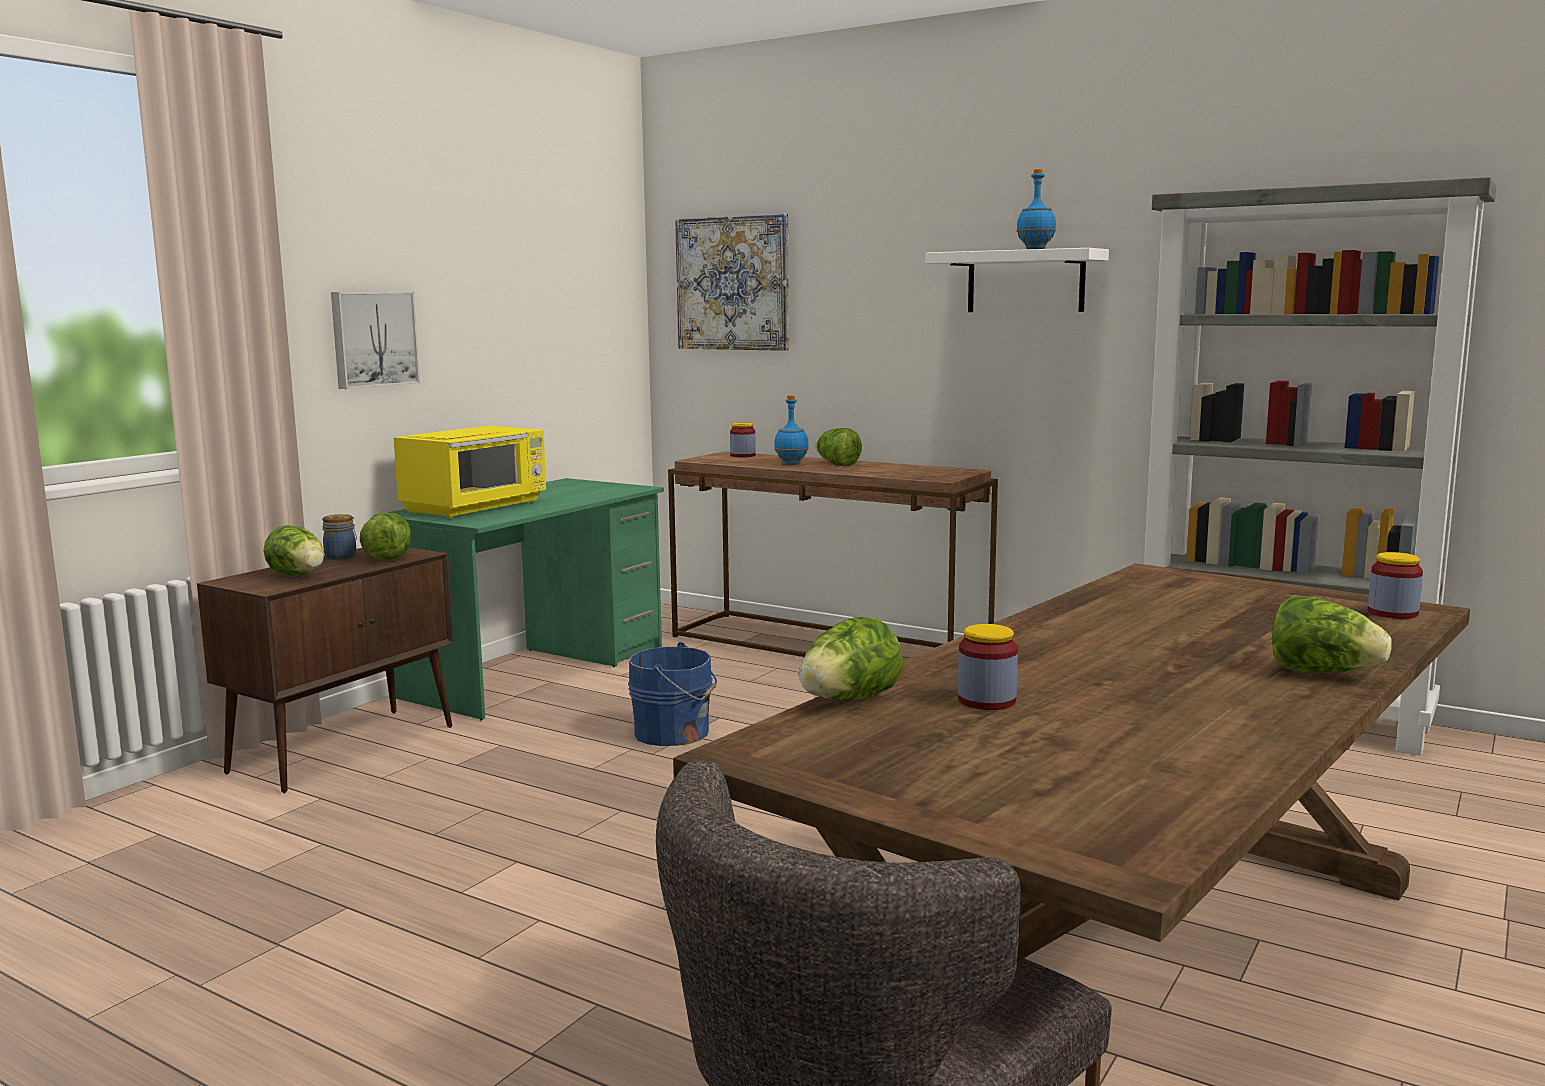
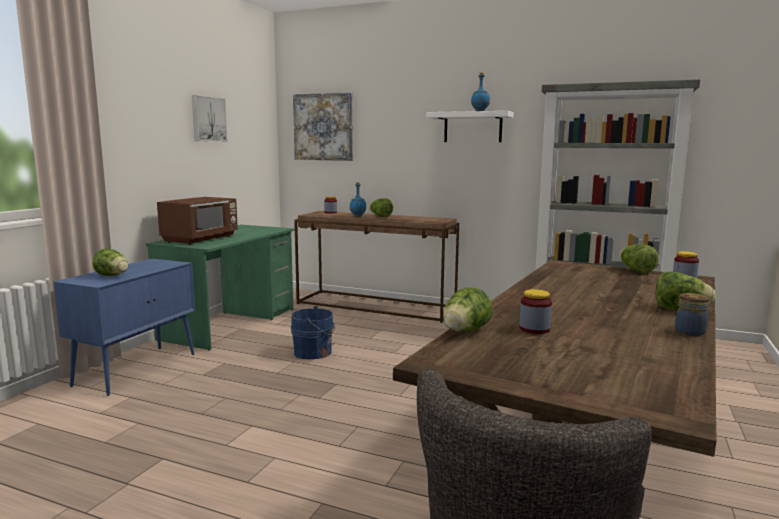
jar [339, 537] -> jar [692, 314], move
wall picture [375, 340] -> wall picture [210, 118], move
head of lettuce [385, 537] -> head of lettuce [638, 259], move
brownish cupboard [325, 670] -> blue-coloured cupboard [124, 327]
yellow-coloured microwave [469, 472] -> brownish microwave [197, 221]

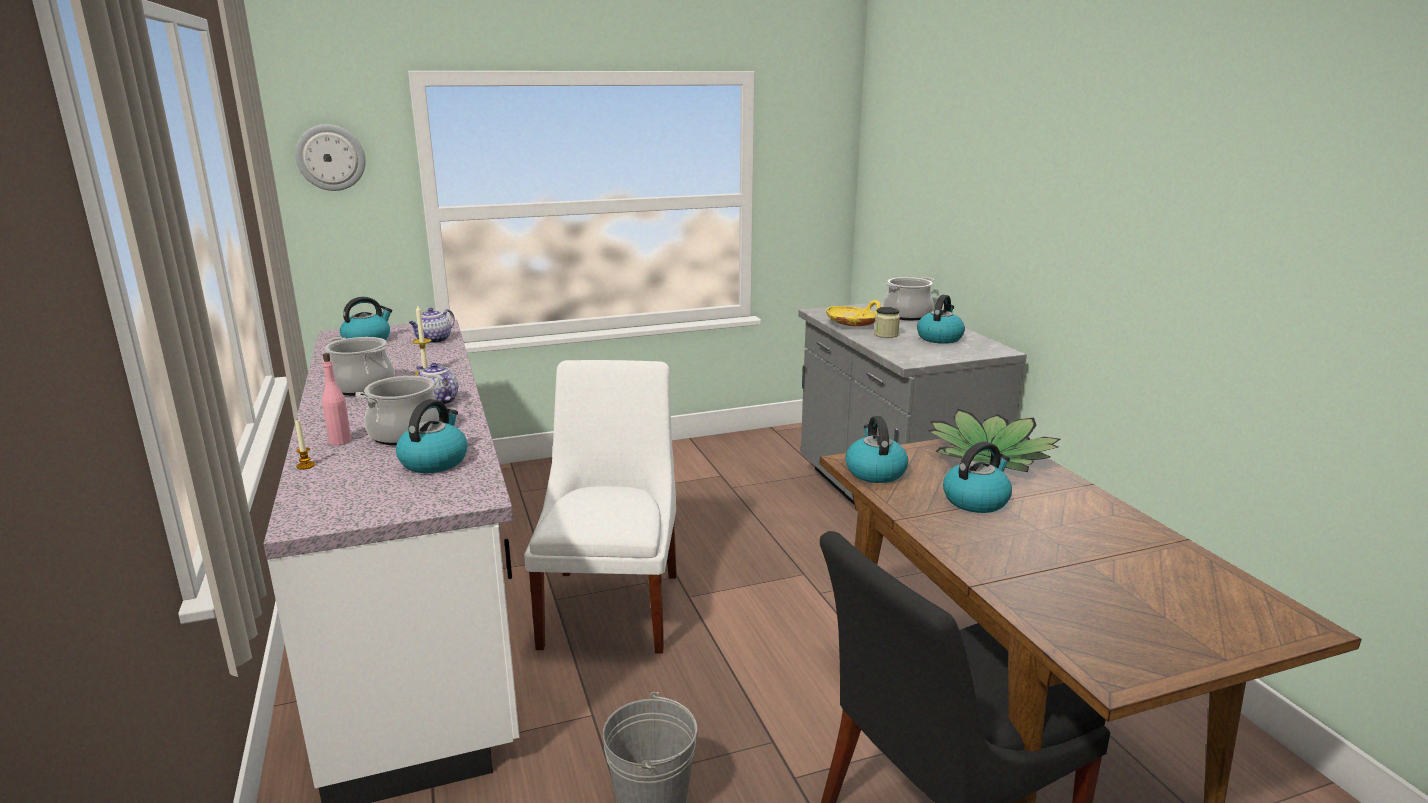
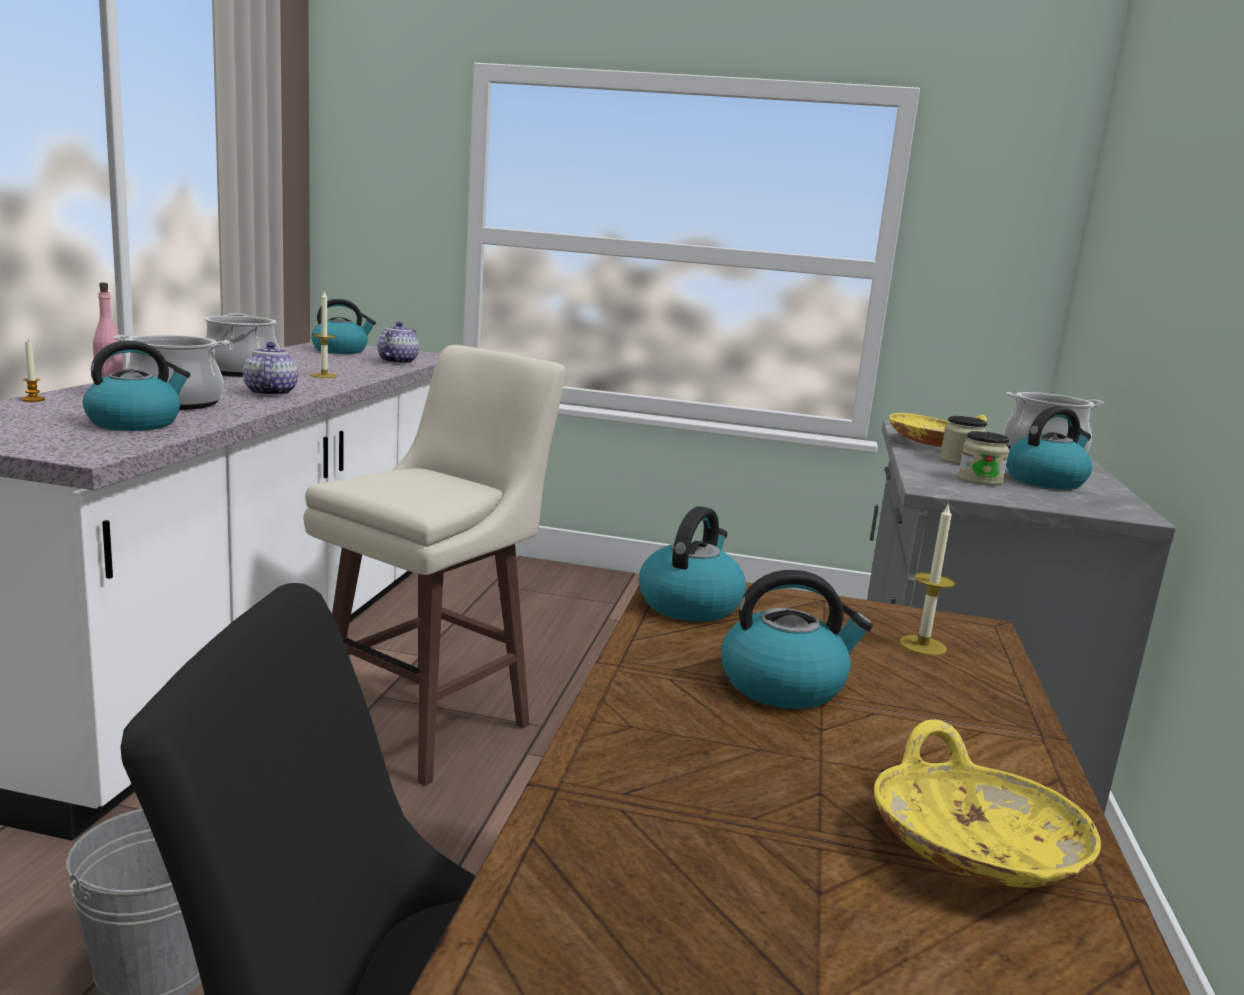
wall clock [330, 157] -> none
none -> yellow-coloured deep dish [987, 803]
none -> jar [983, 458]
white-coloured chair [600, 507] -> beige-coloured stool seat [435, 565]
potted plant [993, 440] -> wax light [927, 579]
tea pot [432, 325] -> tea pot [398, 343], 135 degrees clockwise

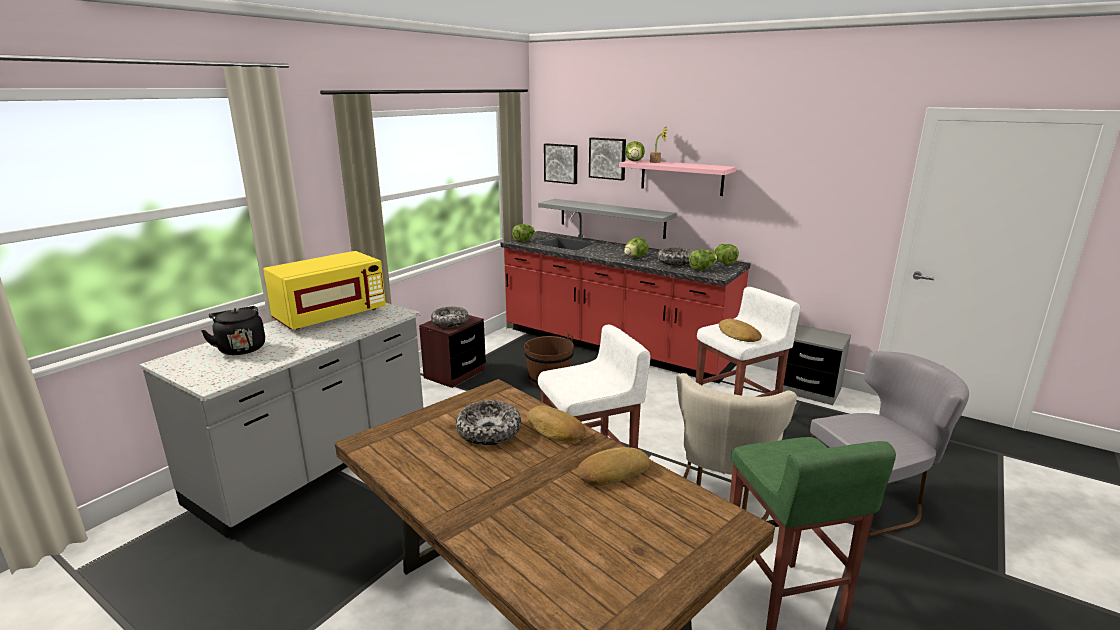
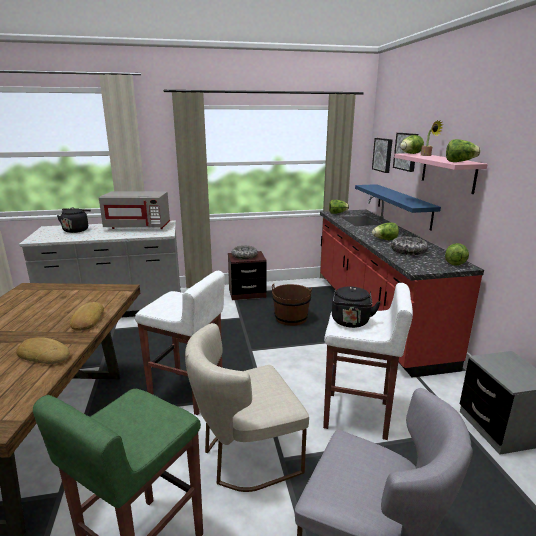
deep dish [488, 422] -> none
head of lettuce [703, 260] -> head of lettuce [463, 150], move
bakery bread [740, 330] -> black-coloured water kettle [356, 307]
yellow-coloured microwave [324, 290] -> greyish microwave [134, 210]
greyish wall shelf [607, 219] -> blue-coloured wall shelf [398, 207]

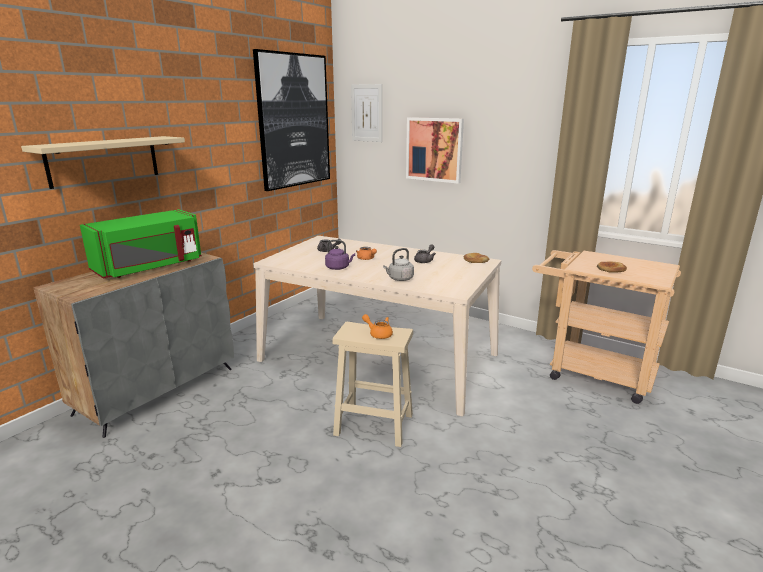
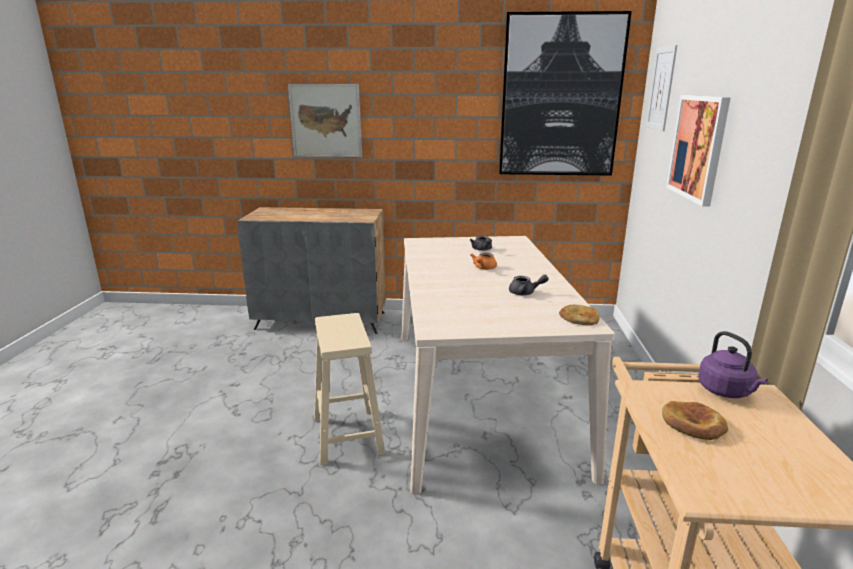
greenish microwave [140, 244] -> none
orangey tea pot [377, 326] -> none
greyish water kettle [398, 264] -> none
purple-coloured water kettle [340, 255] -> purple-coloured water kettle [733, 364], move
beige-coloured wall shelf [103, 162] -> wall picture [325, 120]

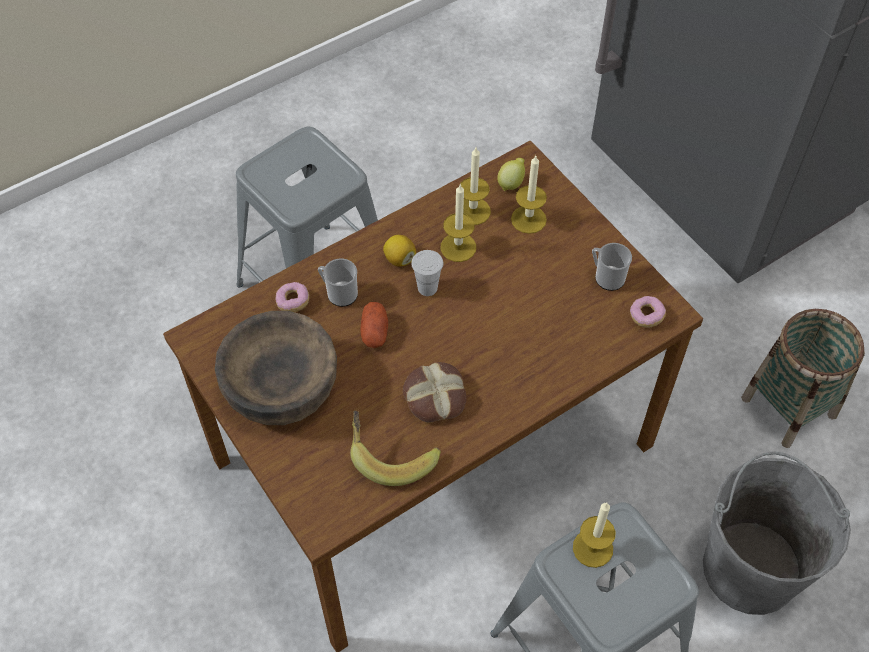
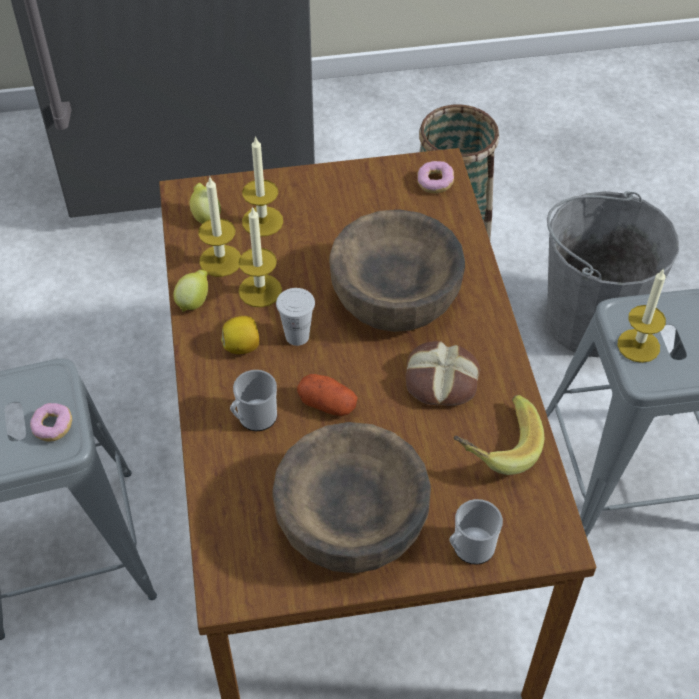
none -> citrus fruit [190, 291]
none -> brownish deep dish [397, 271]
ring doughnut [292, 297] -> ring doughnut [51, 422], move
mug [612, 267] -> mug [476, 531], move

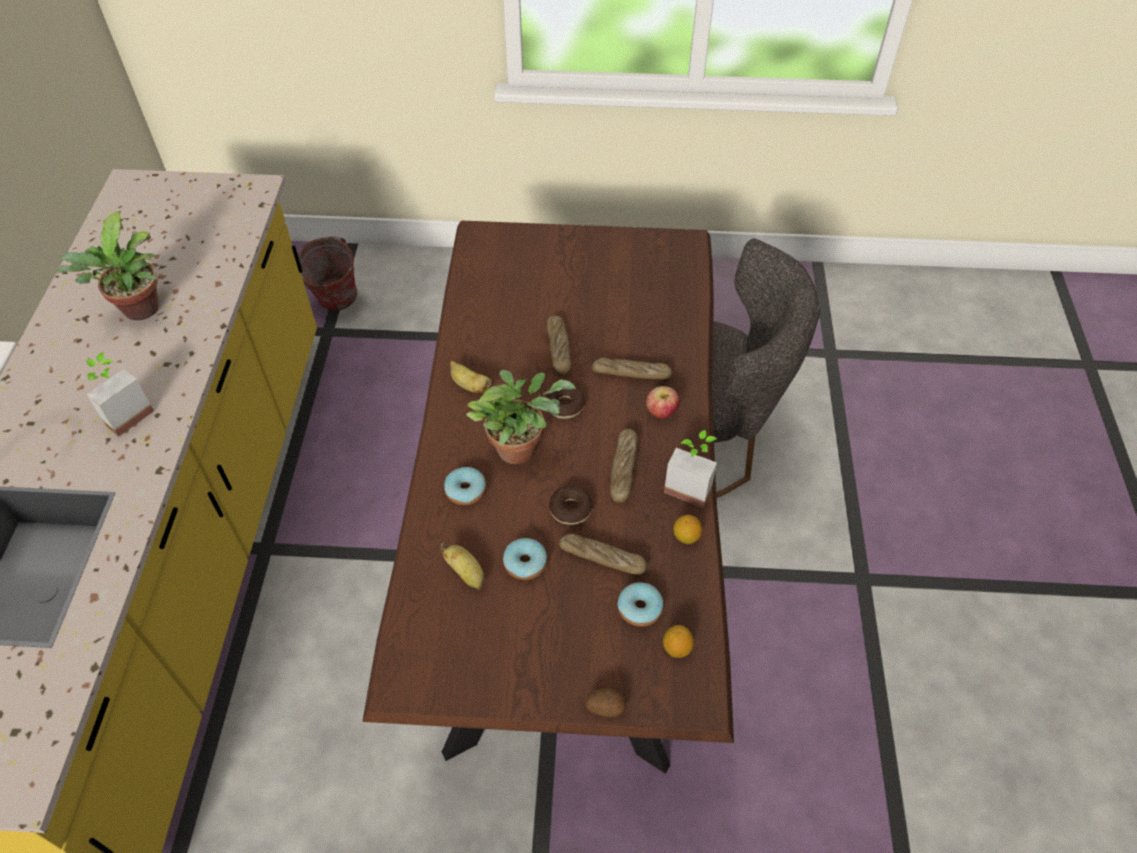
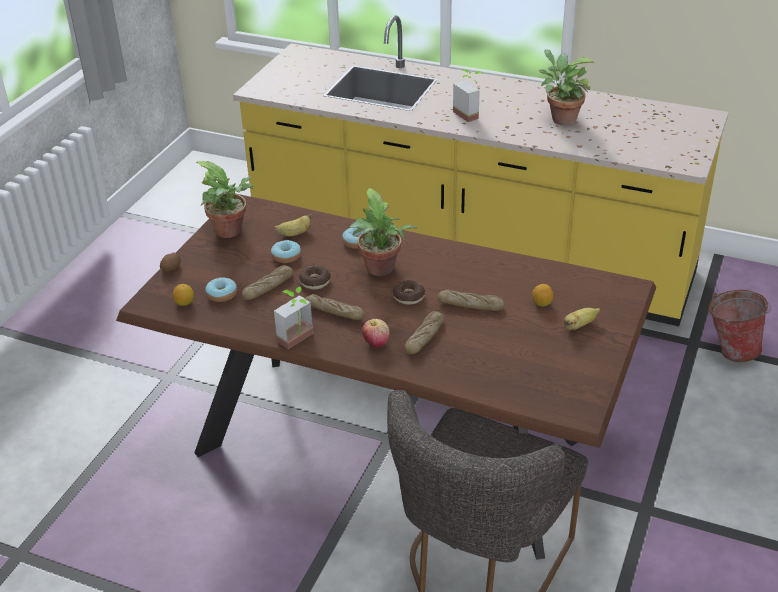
none -> potted plant [224, 199]
banana fruit [471, 377] -> banana fruit [582, 319], move
citrus fruit [687, 529] -> citrus fruit [542, 295], move

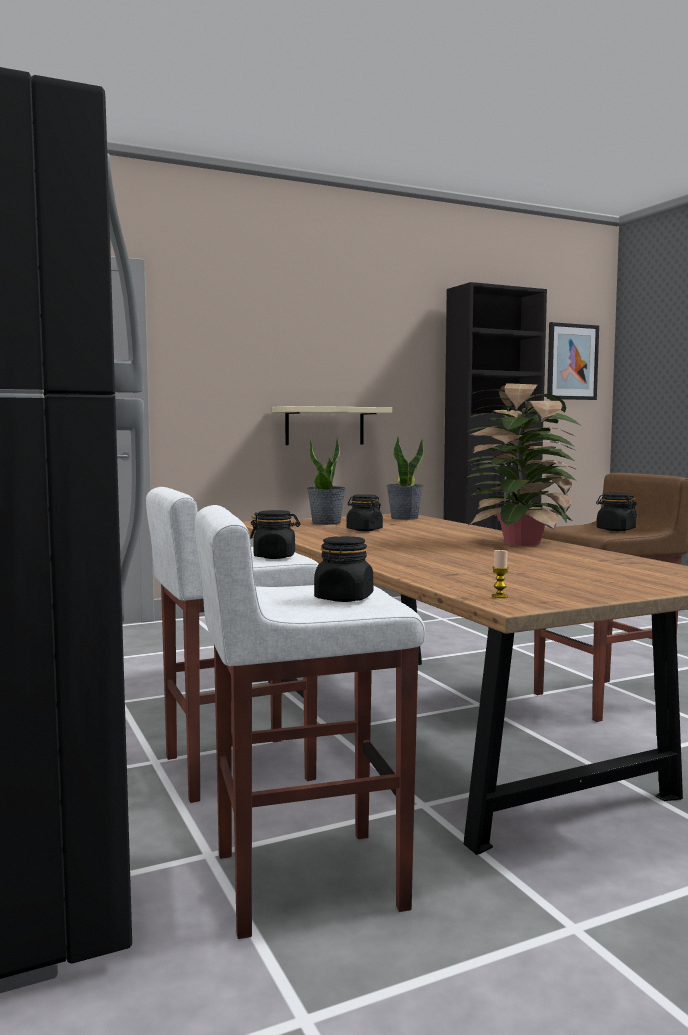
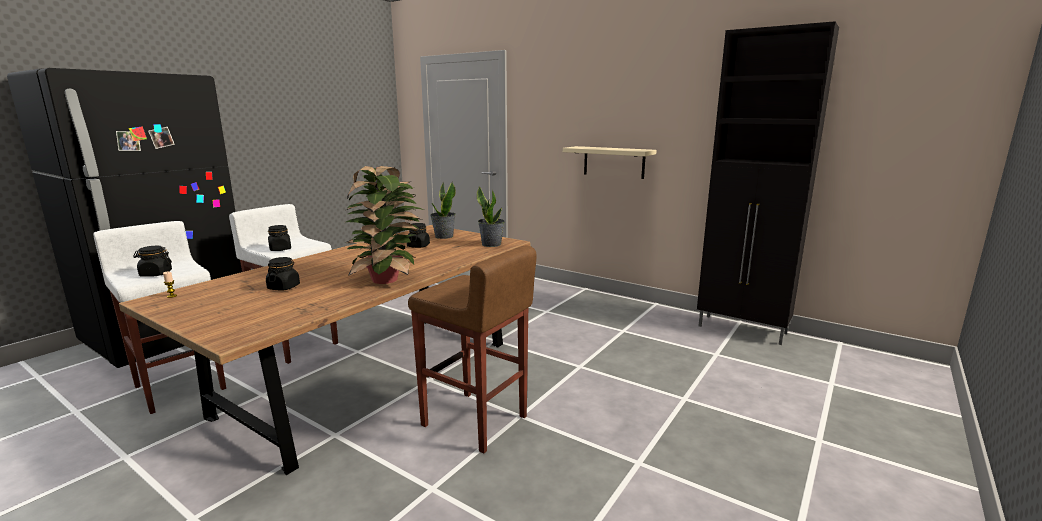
wall picture [573, 361] -> none
black-coloured jar [616, 512] -> black-coloured jar [283, 273], move

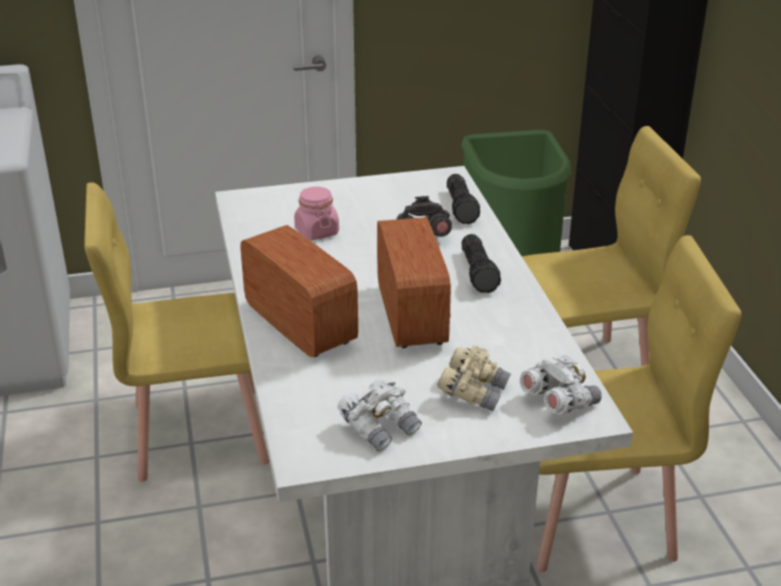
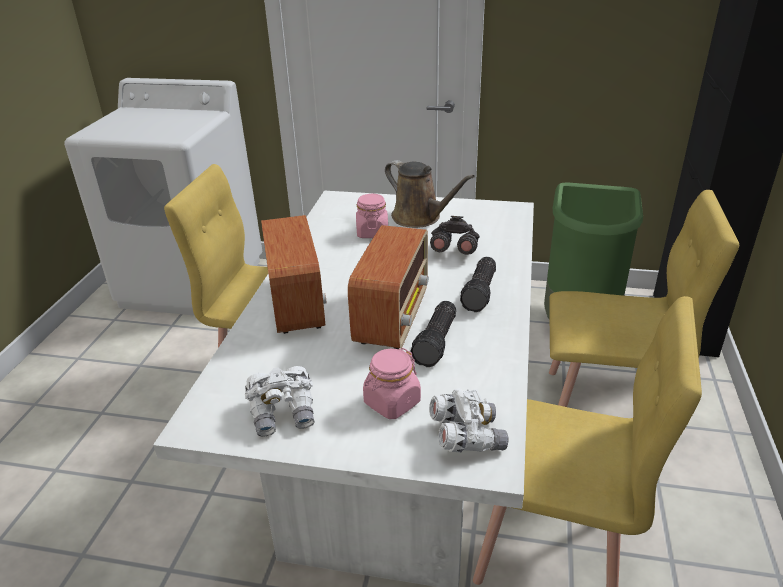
none -> brownish watering pot [430, 194]
torch [463, 199] -> torch [433, 334], move
beige-coloured binoculars [474, 378] -> pink-coloured jar [392, 383]

